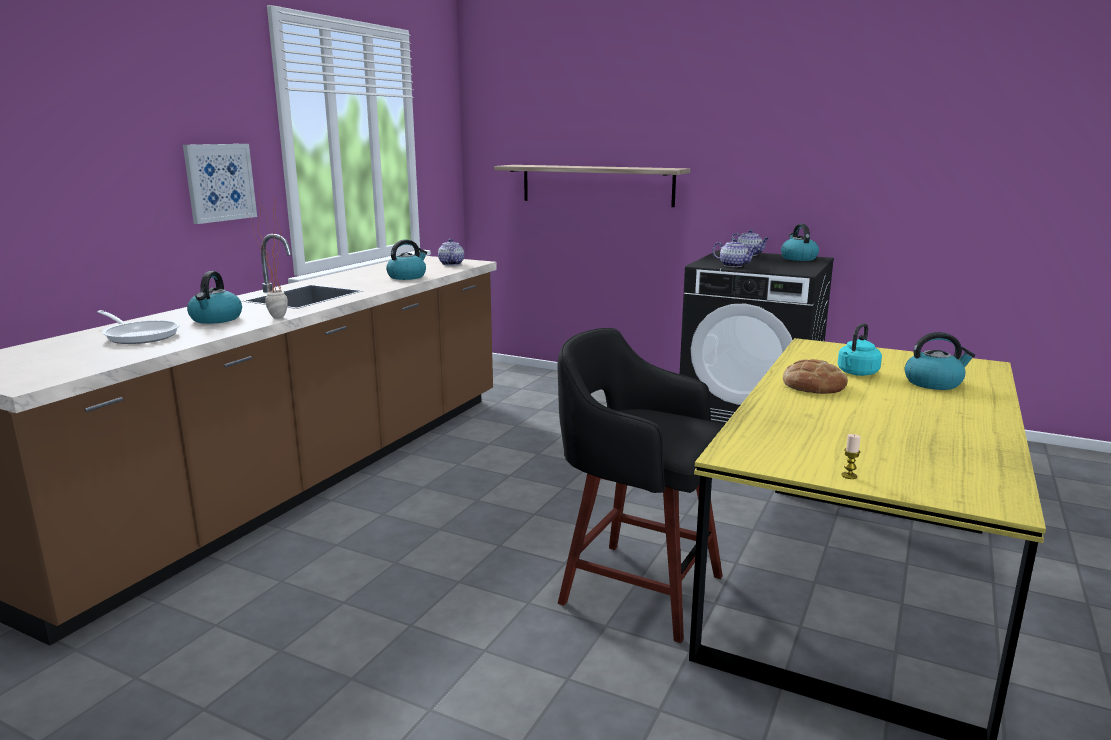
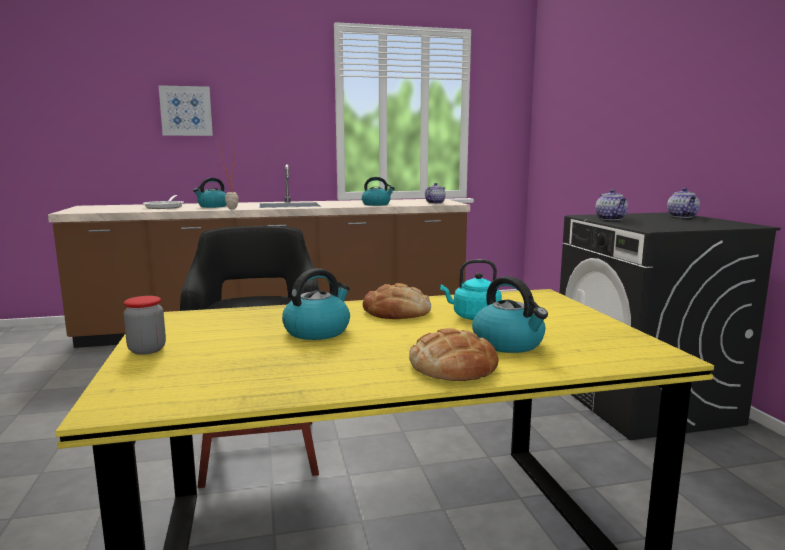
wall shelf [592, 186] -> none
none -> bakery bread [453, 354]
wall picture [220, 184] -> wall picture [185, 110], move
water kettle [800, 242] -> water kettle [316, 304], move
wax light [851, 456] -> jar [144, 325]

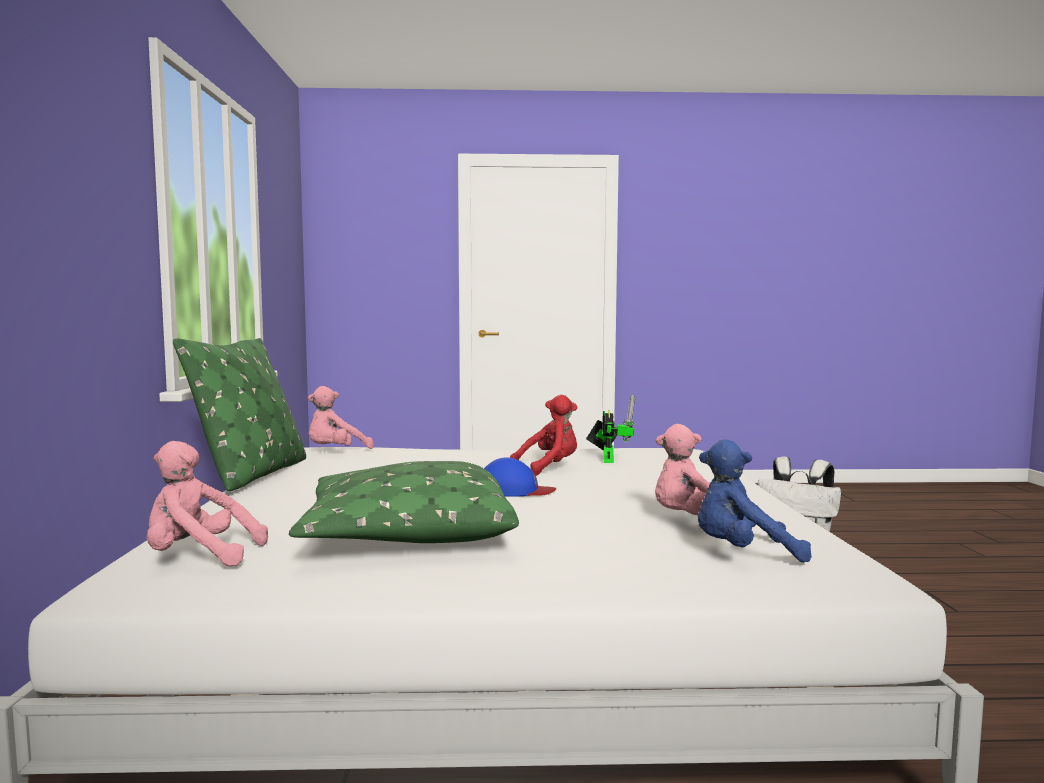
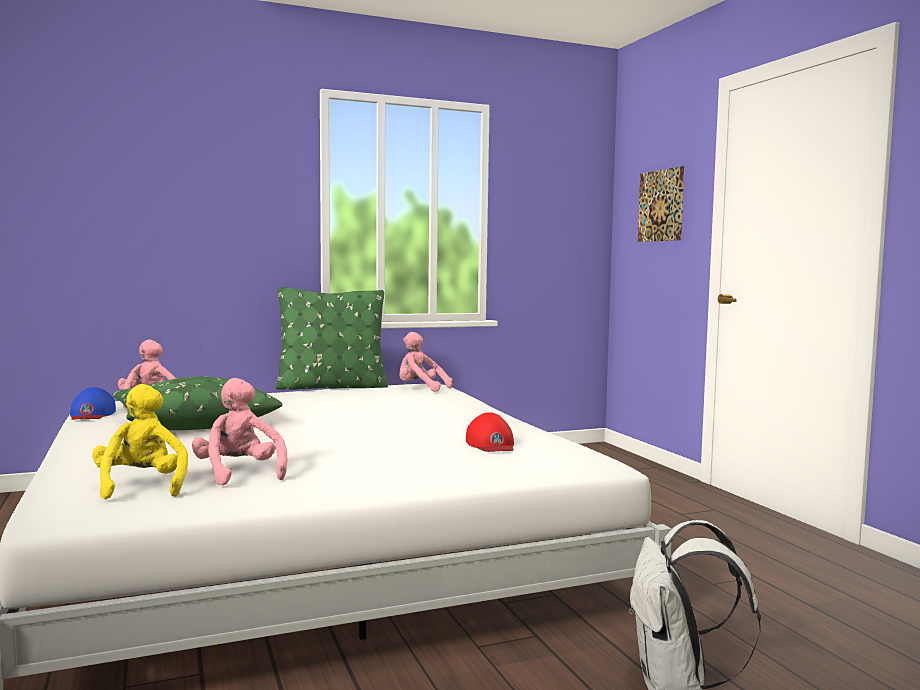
red soft toy [544, 435] -> none
none -> wall picture [661, 204]
blue-coloured peaked cap [520, 477] -> blue-coloured peaked cap [93, 403], move
robot figure [610, 429] -> red peaked cap [490, 432]
blue-coloured soft toy [754, 501] -> yellow-coloured soft toy [140, 441]

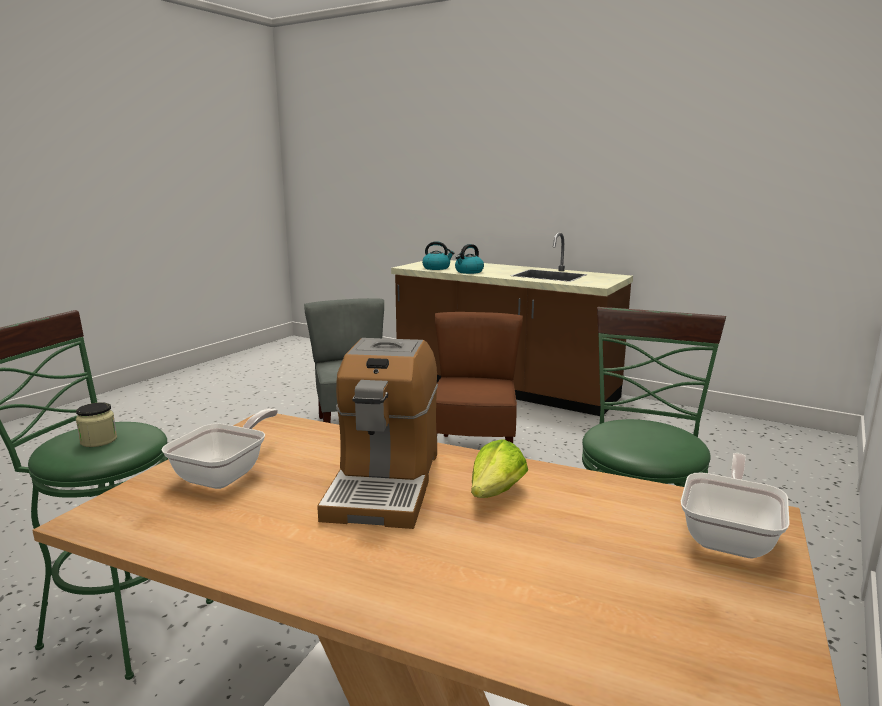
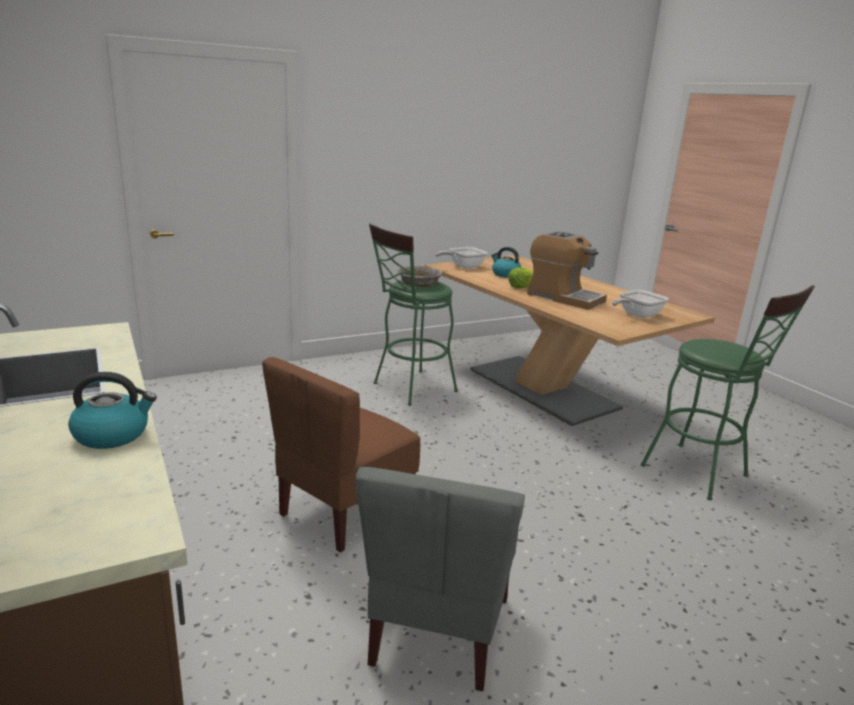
jar [96, 424] -> none
none -> greyish deep dish [420, 276]
water kettle [438, 255] -> water kettle [506, 262], move
coffee brewer [377, 433] -> coffee brewer [567, 270], 90 degrees clockwise

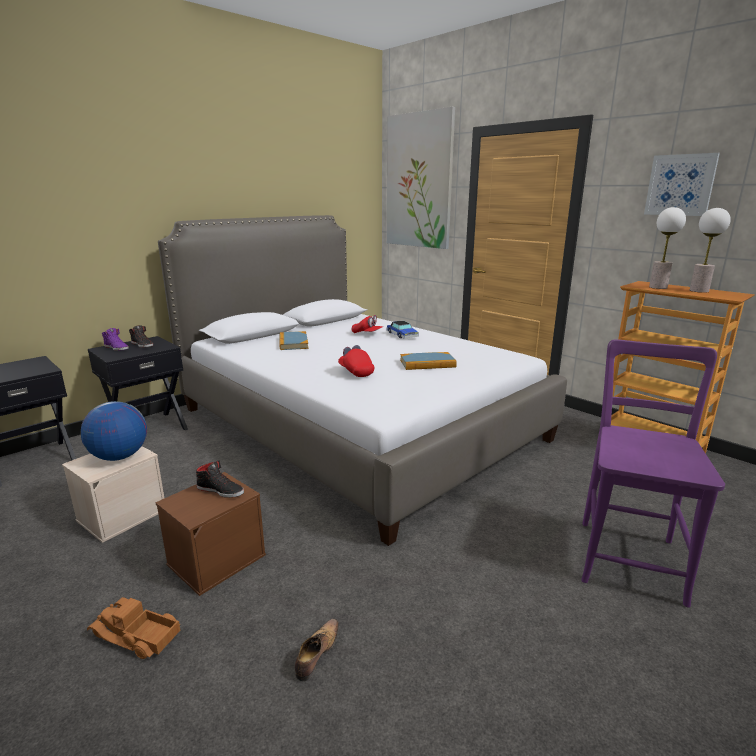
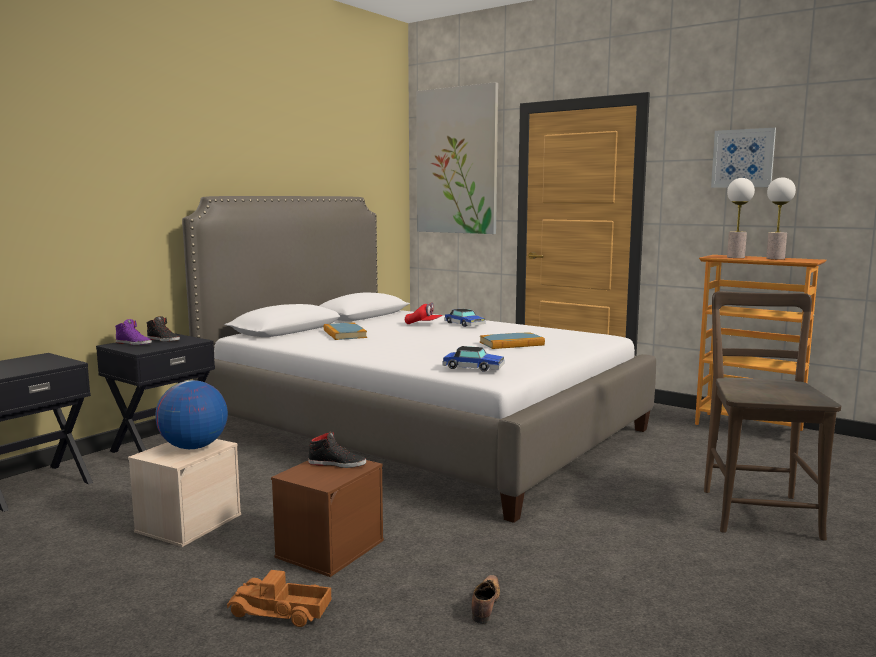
red peaked cap [356, 361] -> none
none -> miniature car [473, 359]
purple-coloured chair [653, 473] -> brownish chair [772, 416]

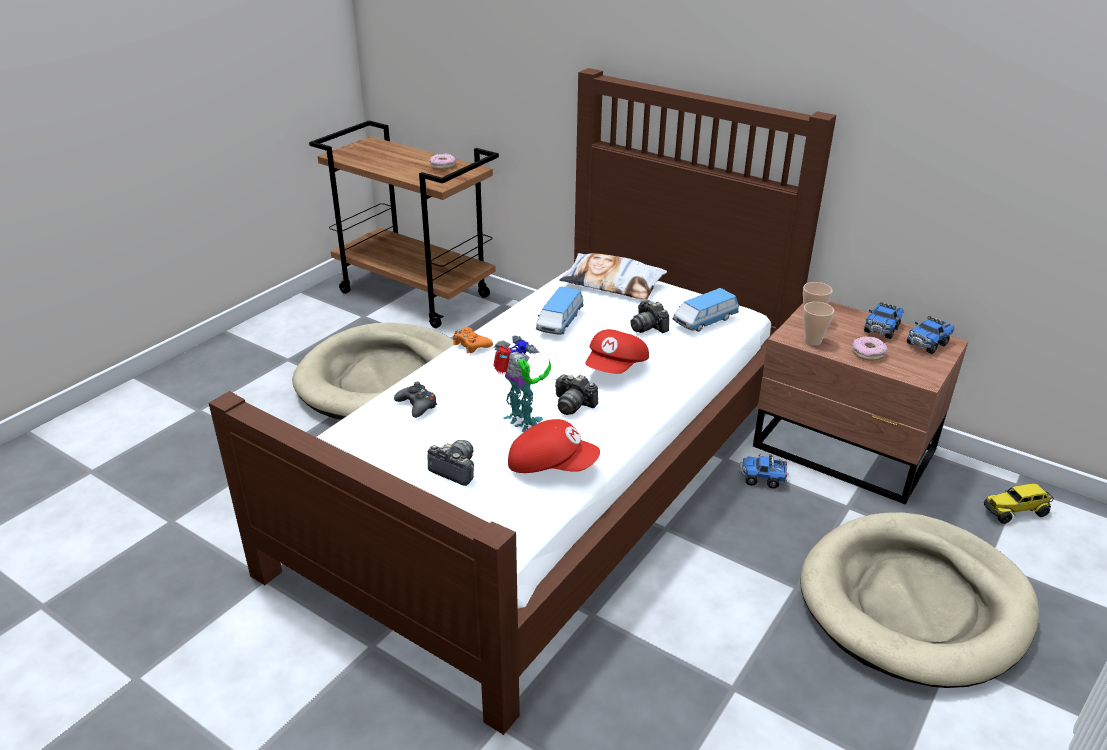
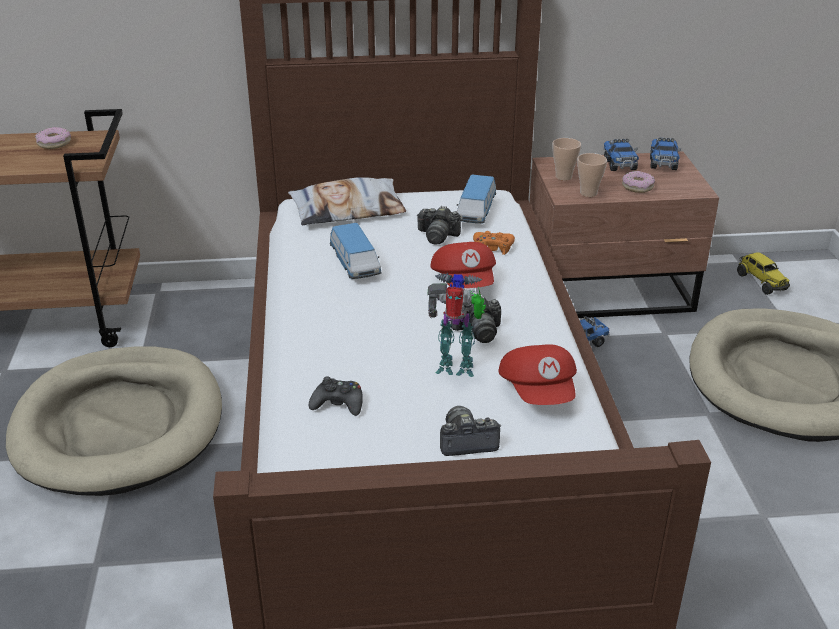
orangey gamepad [473, 340] -> orangey gamepad [494, 243], move
red peaked cap [554, 446] -> red peaked cap [537, 374], 105 degrees clockwise
toy lorry [1019, 503] -> toy lorry [763, 273], 60 degrees counterclockwise

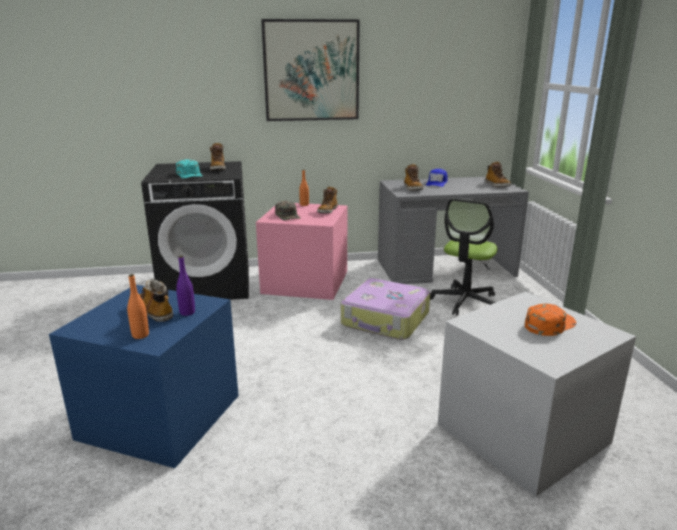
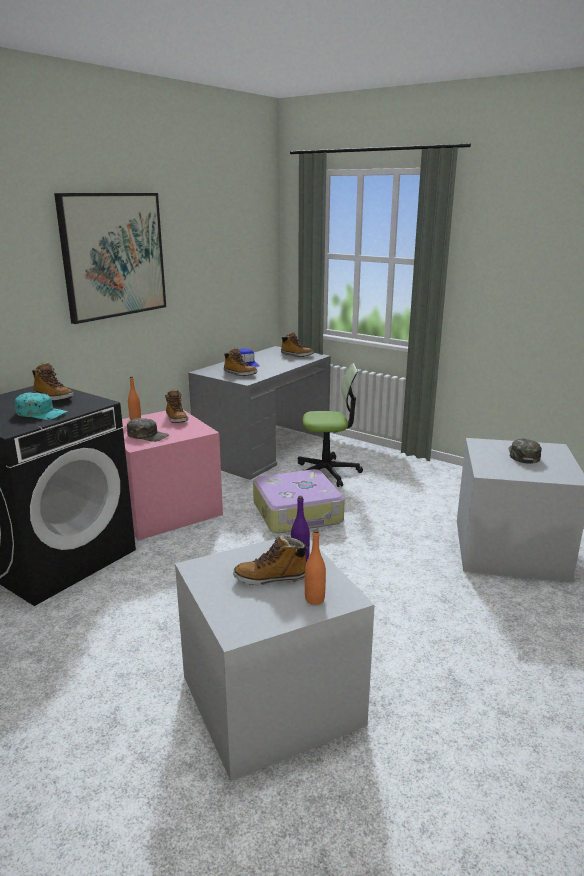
blue-coloured storage box [143, 376] -> greyish storage box [275, 658]
orangey peaked cap [550, 320] -> greenish peaked cap [525, 451]
computer chair [464, 257] -> computer chair [330, 425], 75 degrees counterclockwise

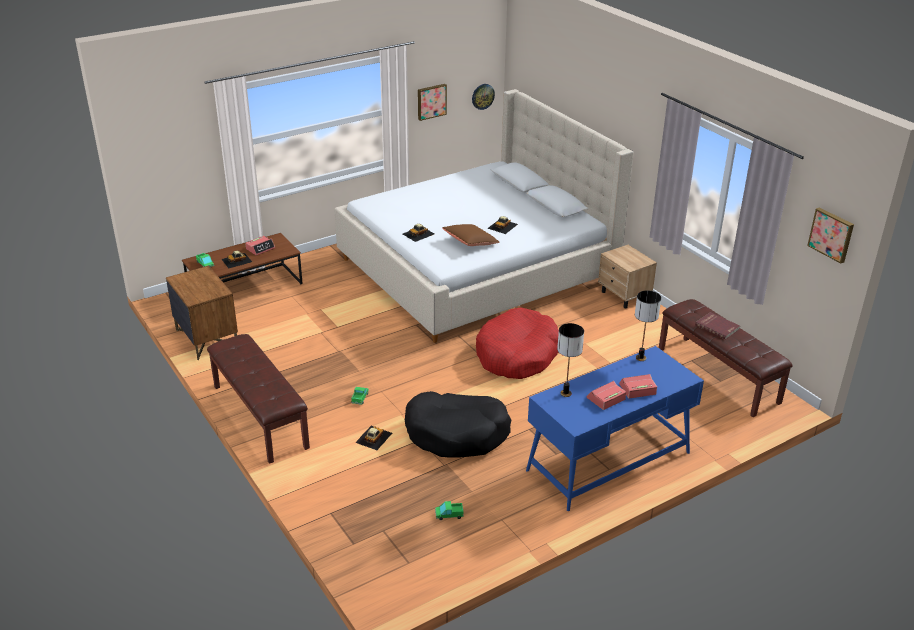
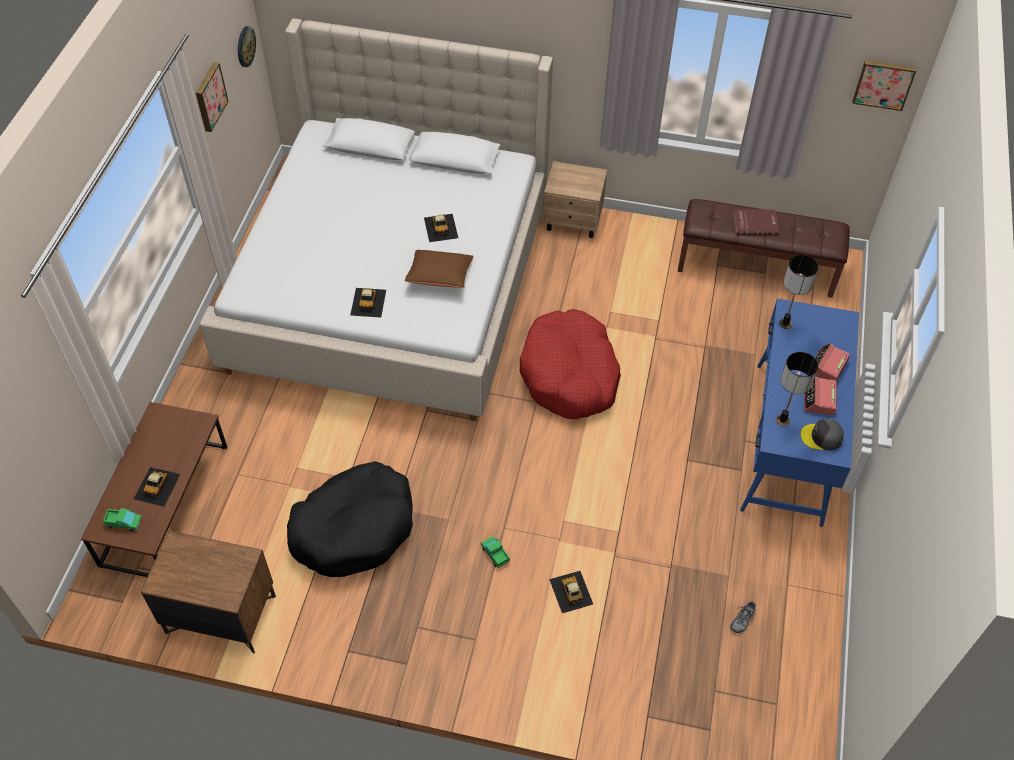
brownish bench [258, 399] -> none
alarm clock [260, 246] -> none
none -> greyish peaked cap [822, 435]
black-coloured dog bed [458, 424] -> black-coloured dog bed [350, 519], move
toy lorry [449, 510] -> shoe [743, 617]

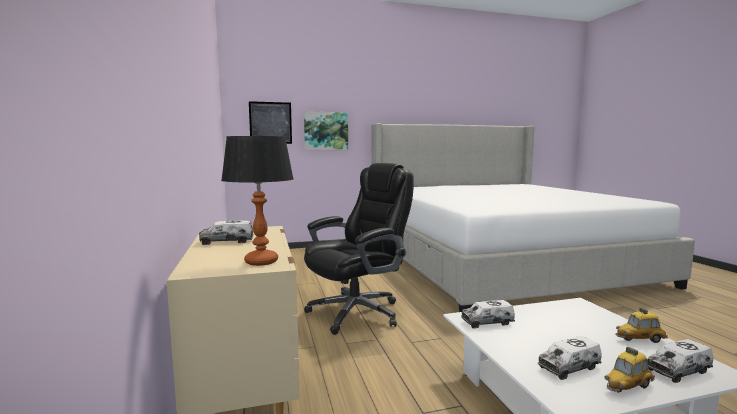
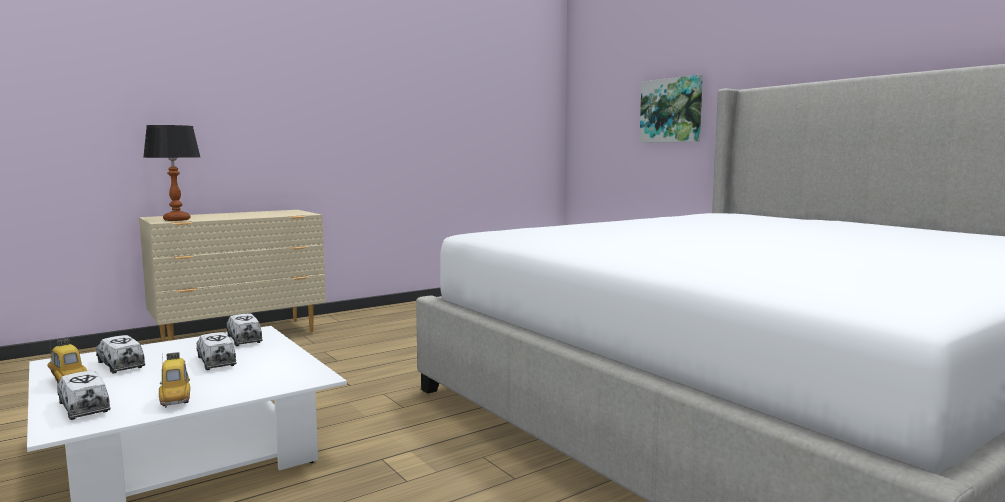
wall picture [270, 122] -> none
black-coloured computer chair [359, 249] -> none
toy lorry [226, 233] -> toy lorry [217, 351], move

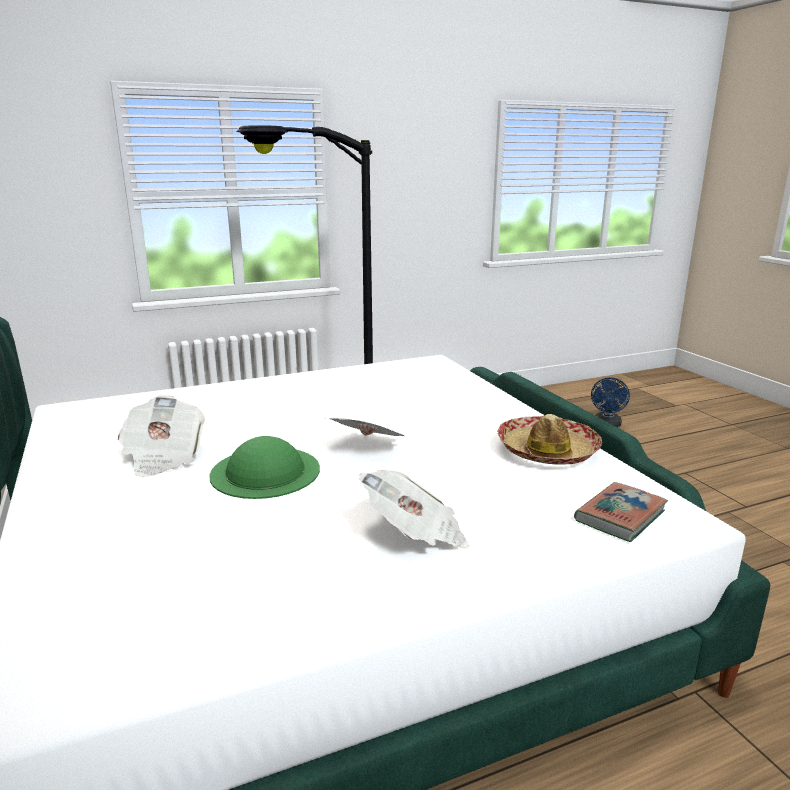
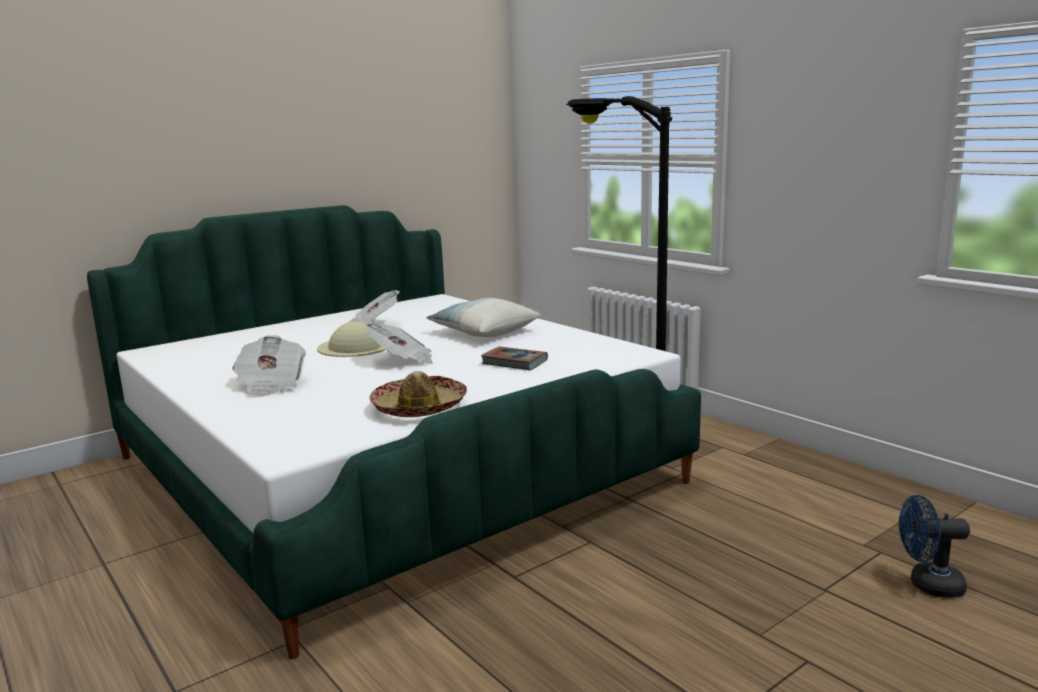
none -> cushion [483, 317]
bound book [621, 512] -> bound book [514, 358], move
greenish clothing hat [264, 467] -> beige-coloured clothing hat [351, 339]

